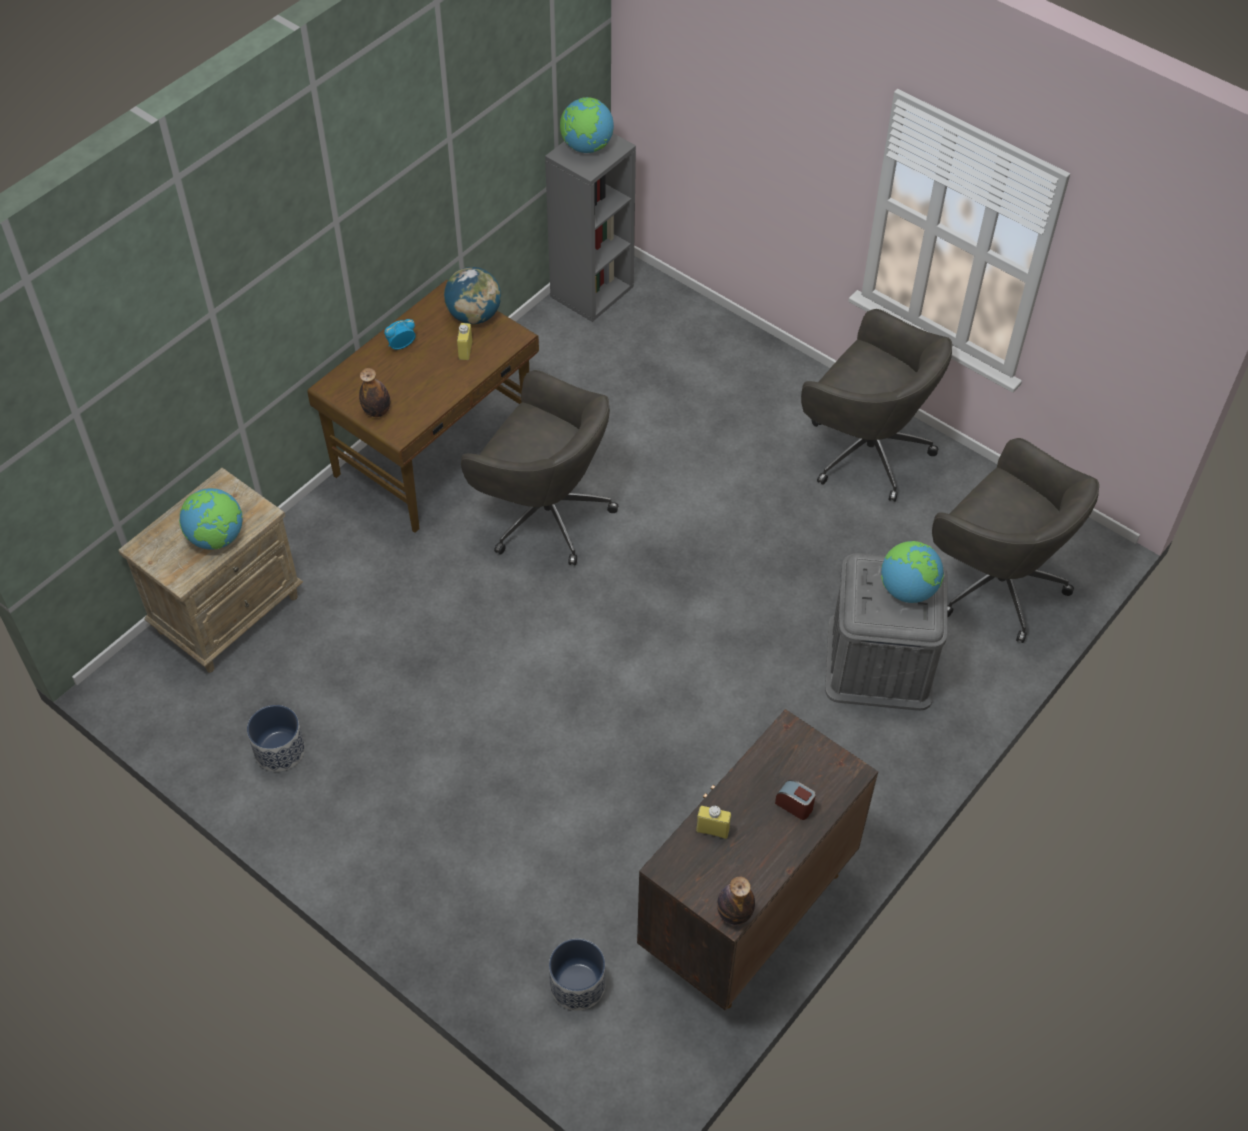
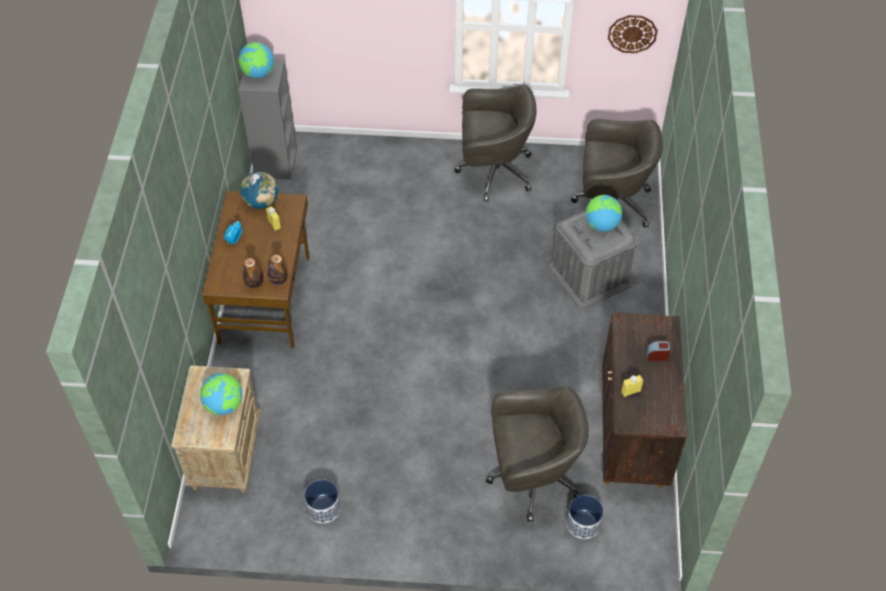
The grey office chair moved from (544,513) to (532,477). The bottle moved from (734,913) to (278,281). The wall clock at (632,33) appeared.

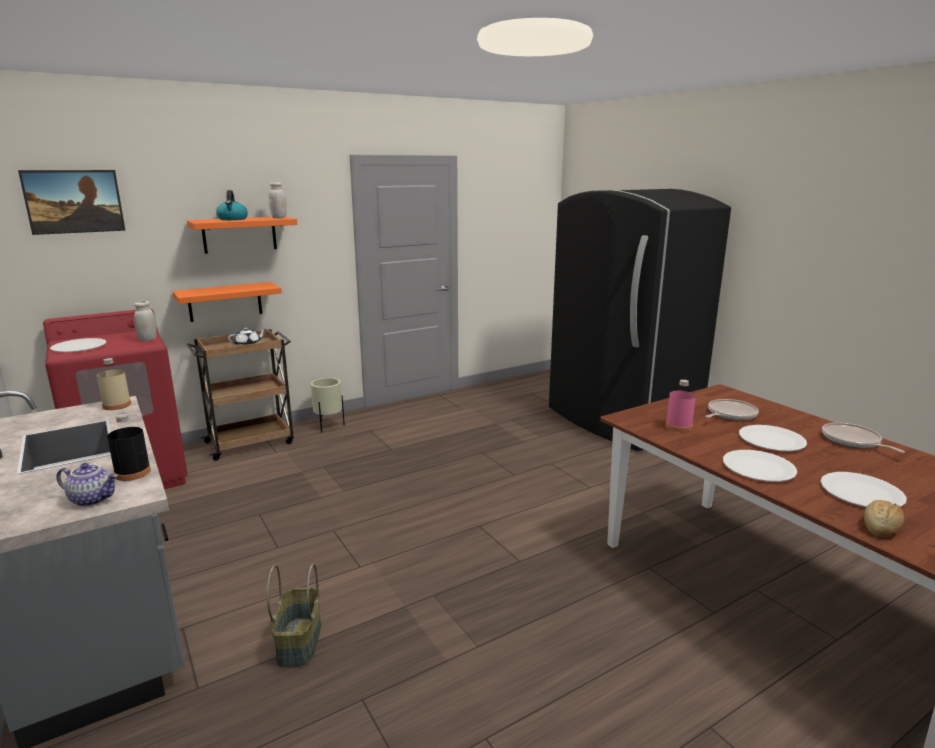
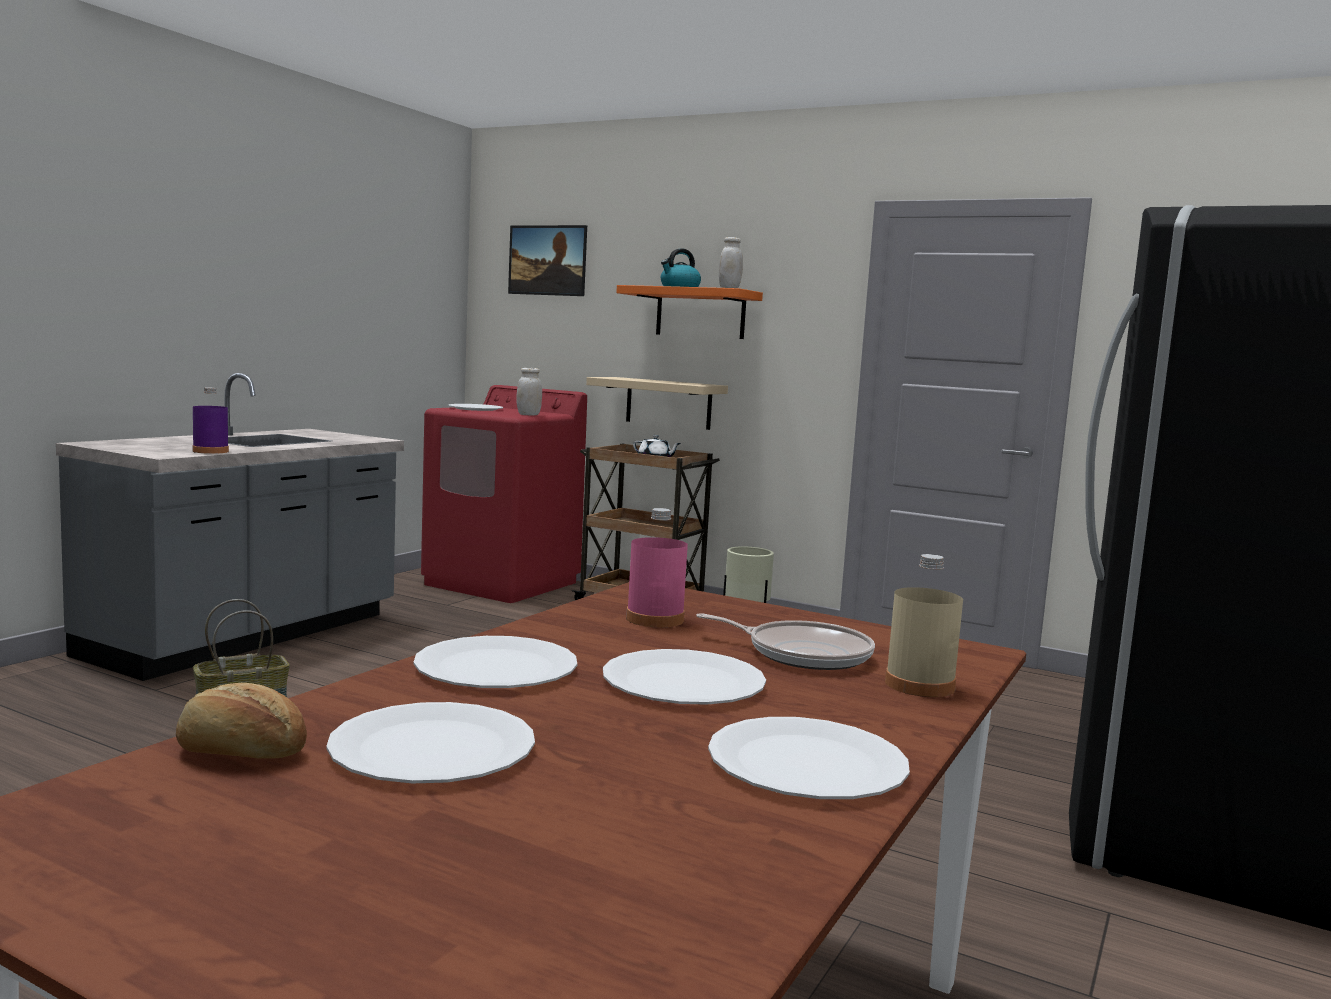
The teapot at (93,499) disappeared. The beige bottle moved from (117,405) to (919,685). The black bottle at (132,473) became the purple bottle at (210,451). The orange shelf at (225,302) became the beige shelf at (668,403). The frying pan at (853,441) was replaced by the white plate at (806,763).

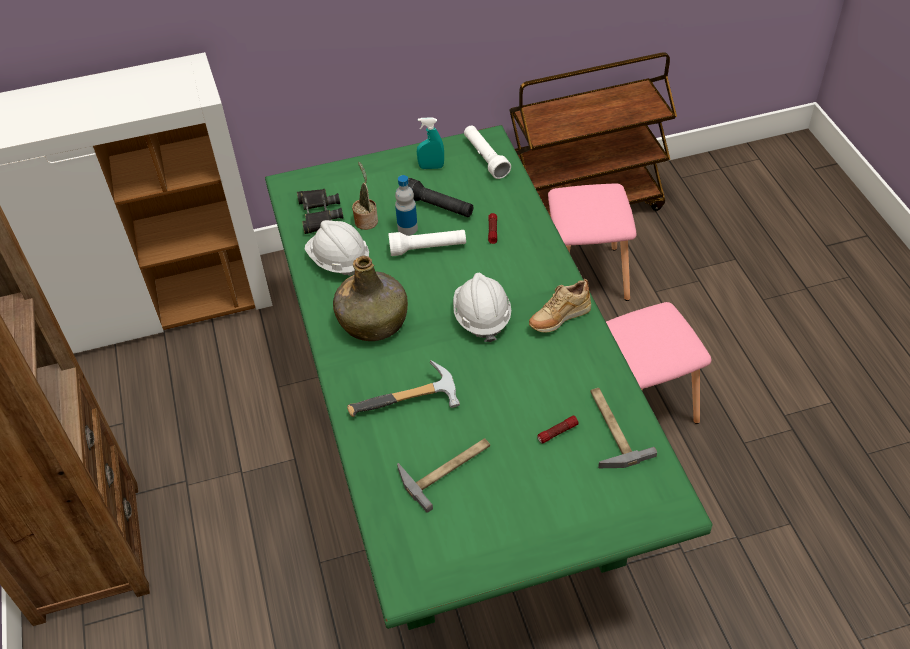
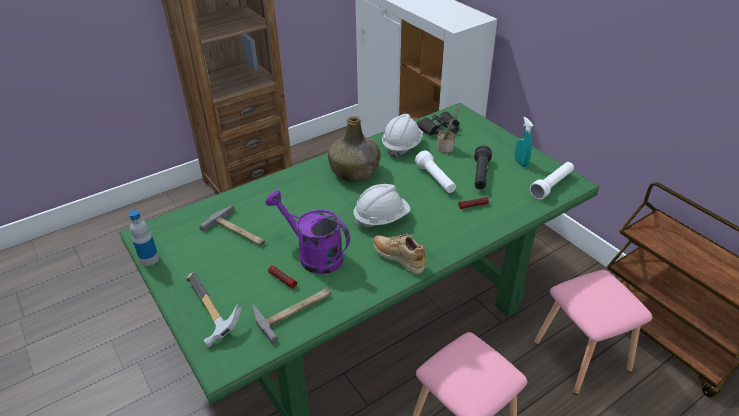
The hammer moved from (408,405) to (207,313). The bottle moved from (407,228) to (149,259). The purple watering can at (313,255) appeared.

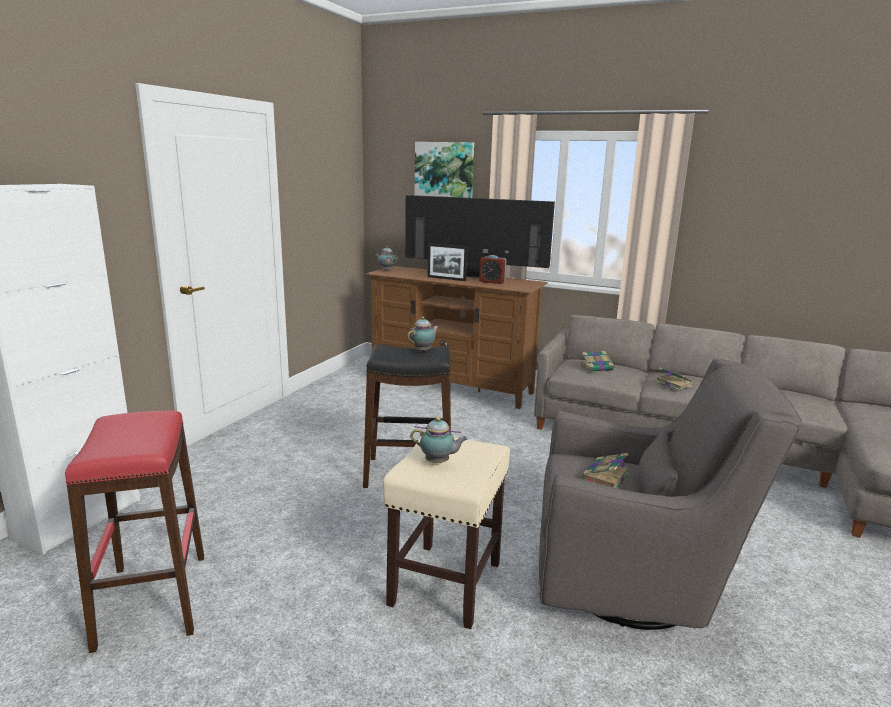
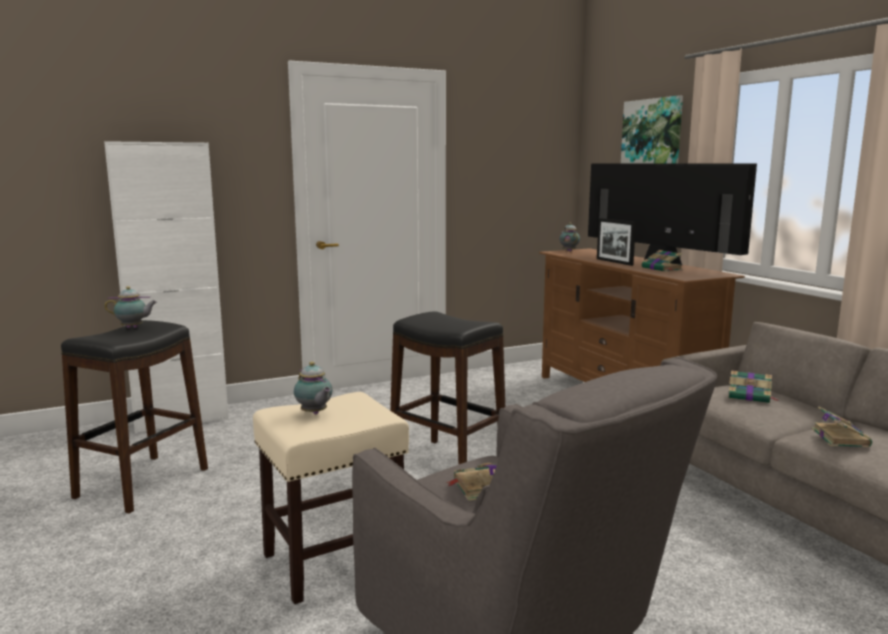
The red stool at (152,599) became the black stool at (143,482). The teapot moved from (423,351) to (133,328). The alarm clock at (492,282) was replaced by the book at (662,269).

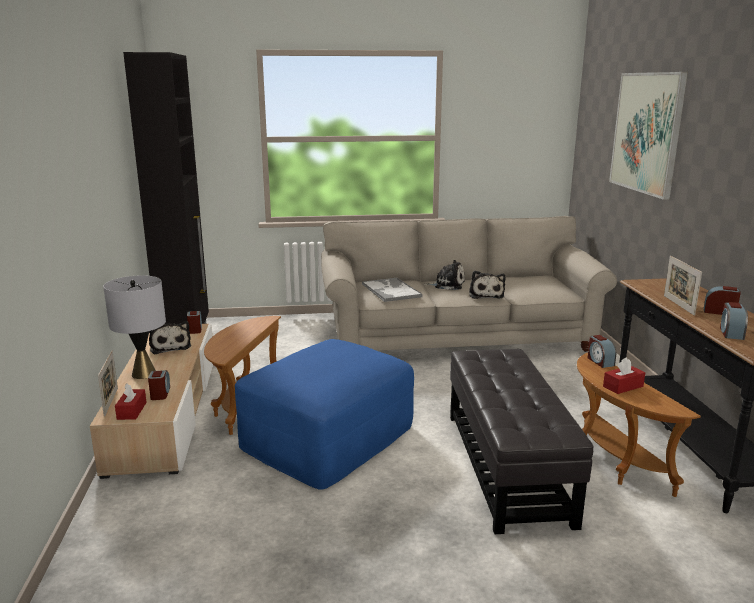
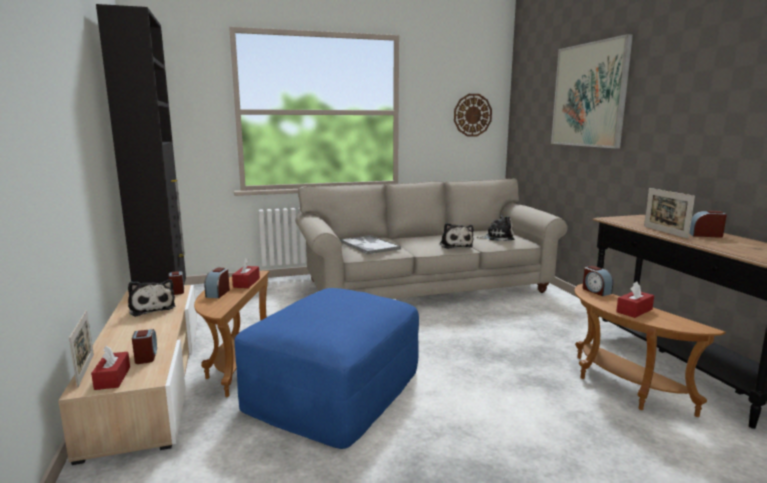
The grey table lamp at (144,374) disappeared. The plush toy moved from (447,285) to (497,237). The black ottoman at (505,466) disappeared. The alarm clock moved from (731,333) to (218,293). The red tissue box at (246,283) appeared. The wall clock at (472,115) appeared.

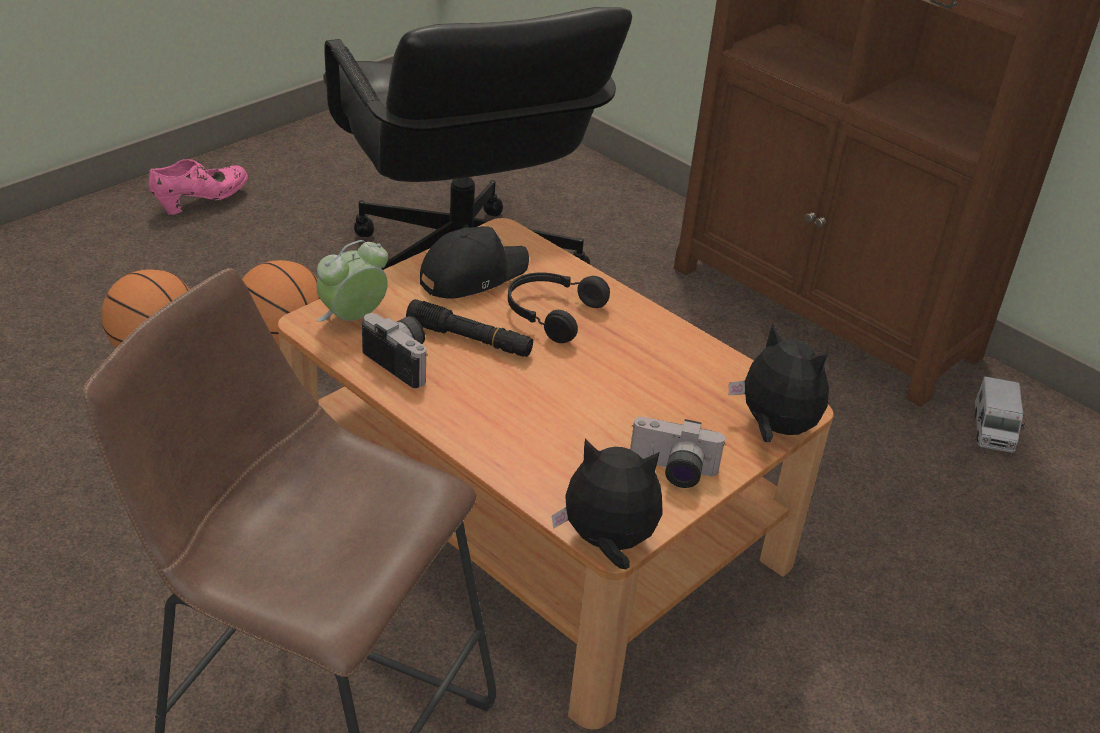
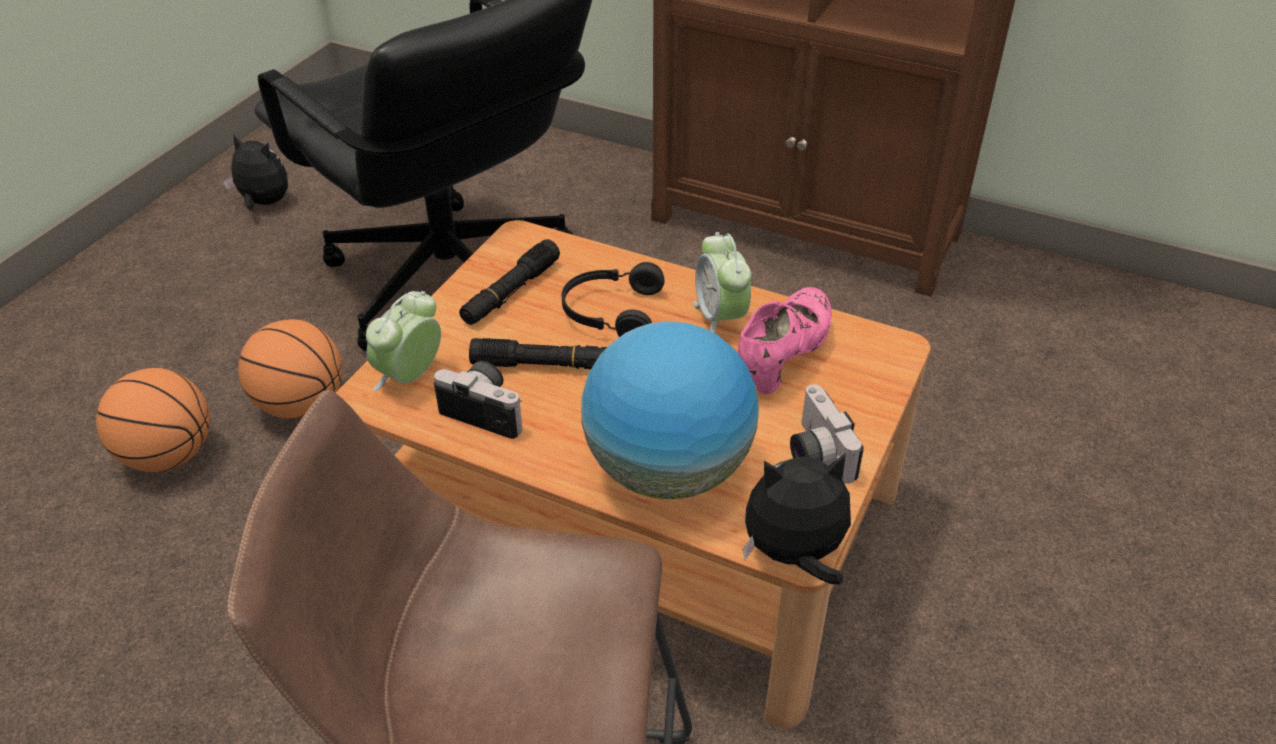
The pink shoe moved from (202,201) to (783,357). The black cap at (472,275) was replaced by the black flashlight at (511,292). The photo camera at (671,472) turned 75 degrees clockwise. The plush toy moved from (774,428) to (264,203). The toy truck at (992,430) disappeared. The globe at (667,470) appeared. The alarm clock at (720,318) appeared.

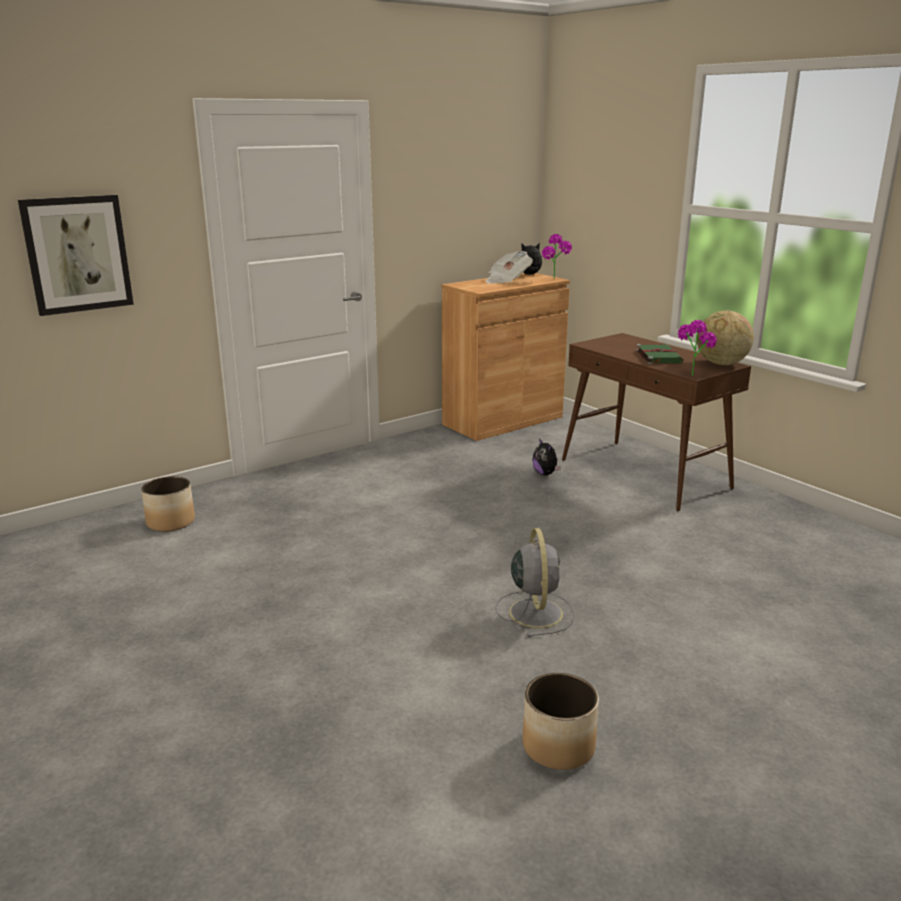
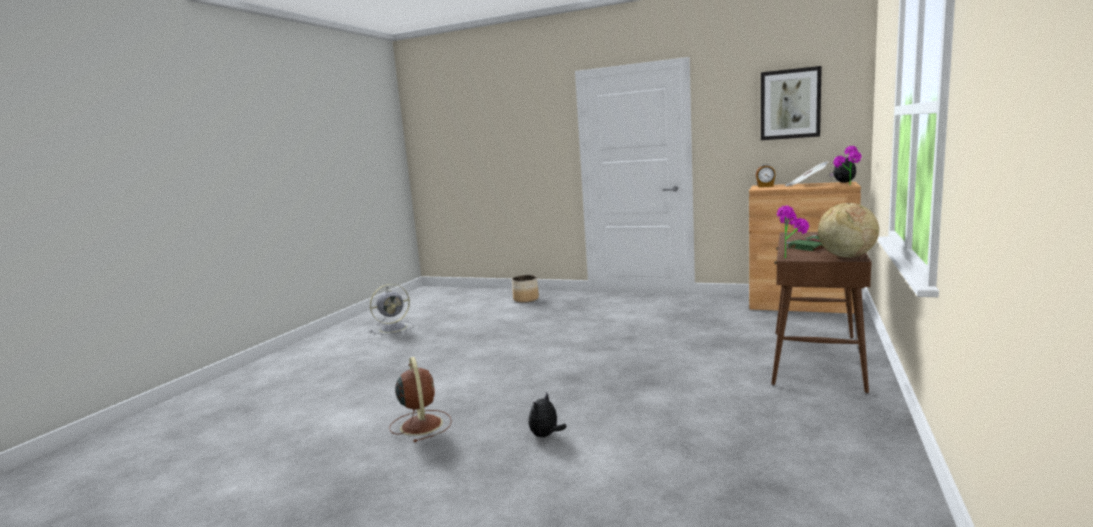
The picture moved from (77,254) to (790,104). The grey fan moved from (535,611) to (394,328). The planter at (557,747) was replaced by the brown fan at (421,424). The plush toy moved from (545,474) to (546,435). The alarm clock at (765,186) appeared.

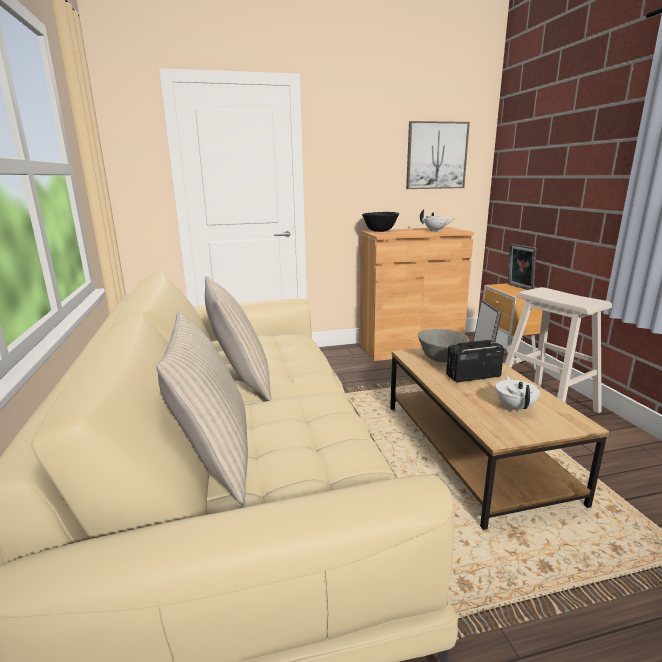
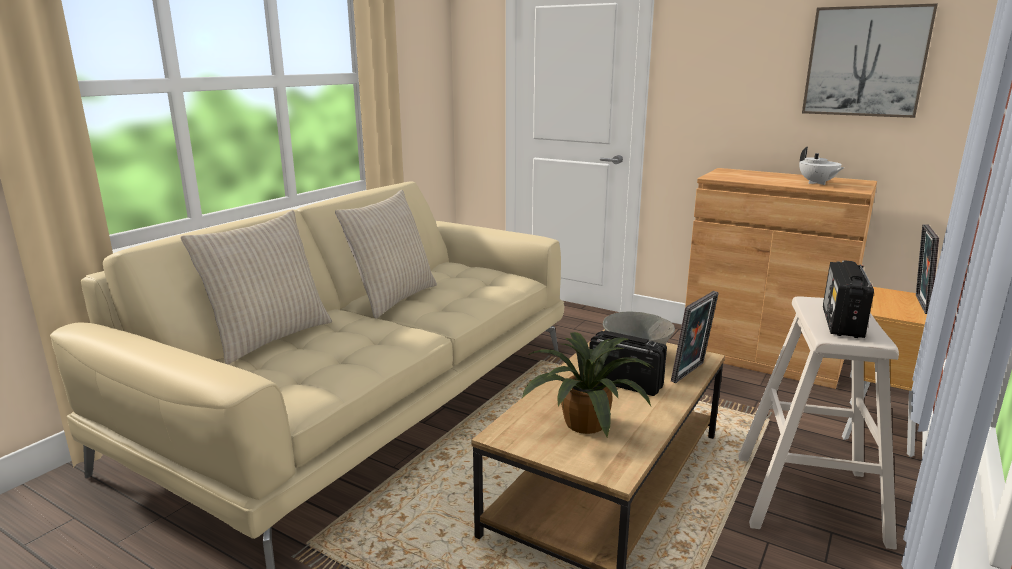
The black bowl at (380,231) disappeared. The white teapot at (515,407) was replaced by the potted plant at (588,425). The radio at (842,323) appeared.

